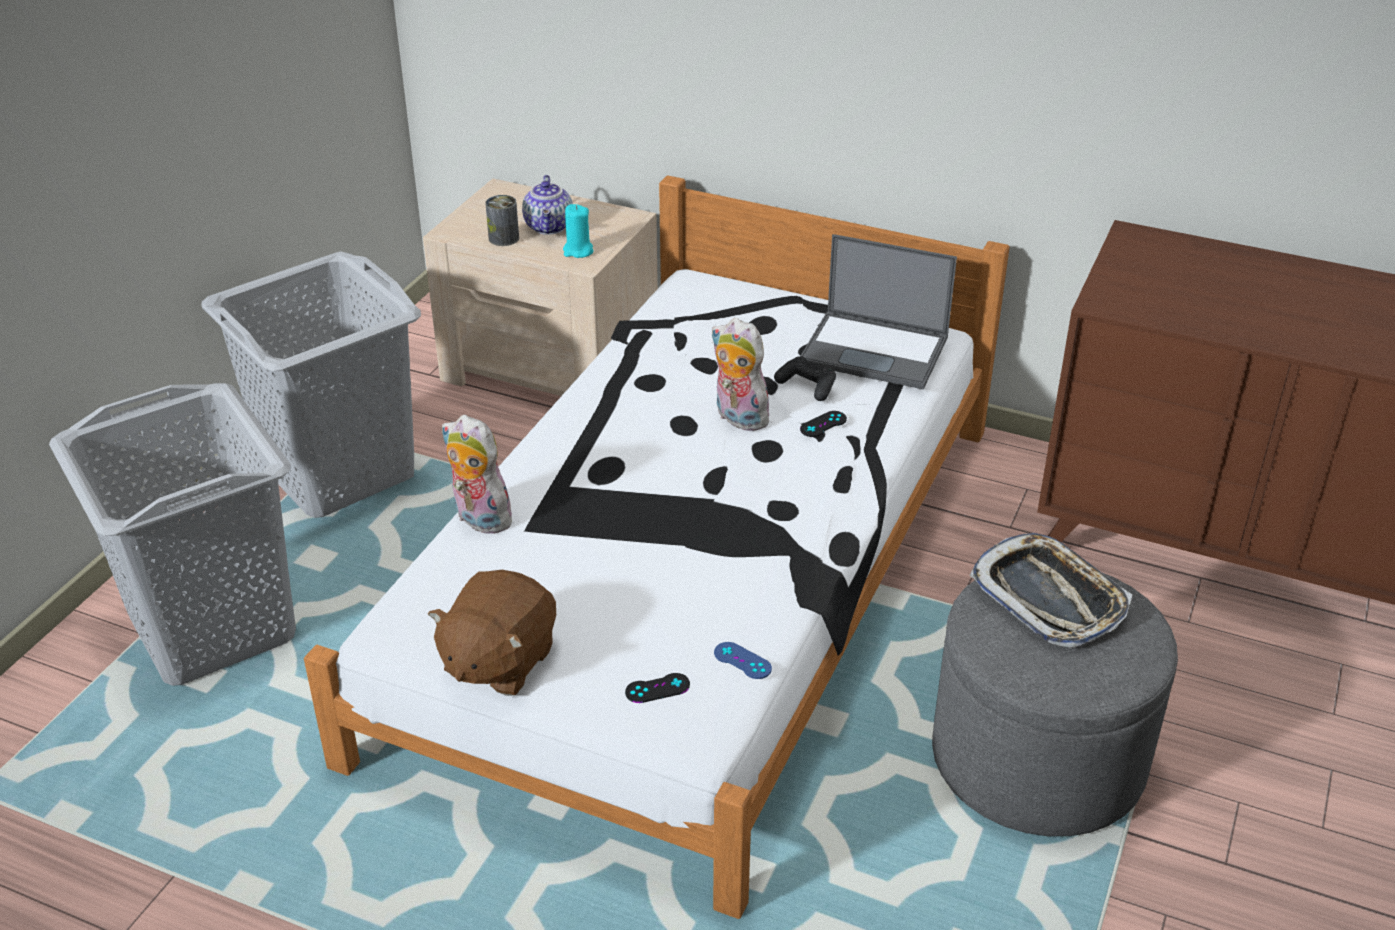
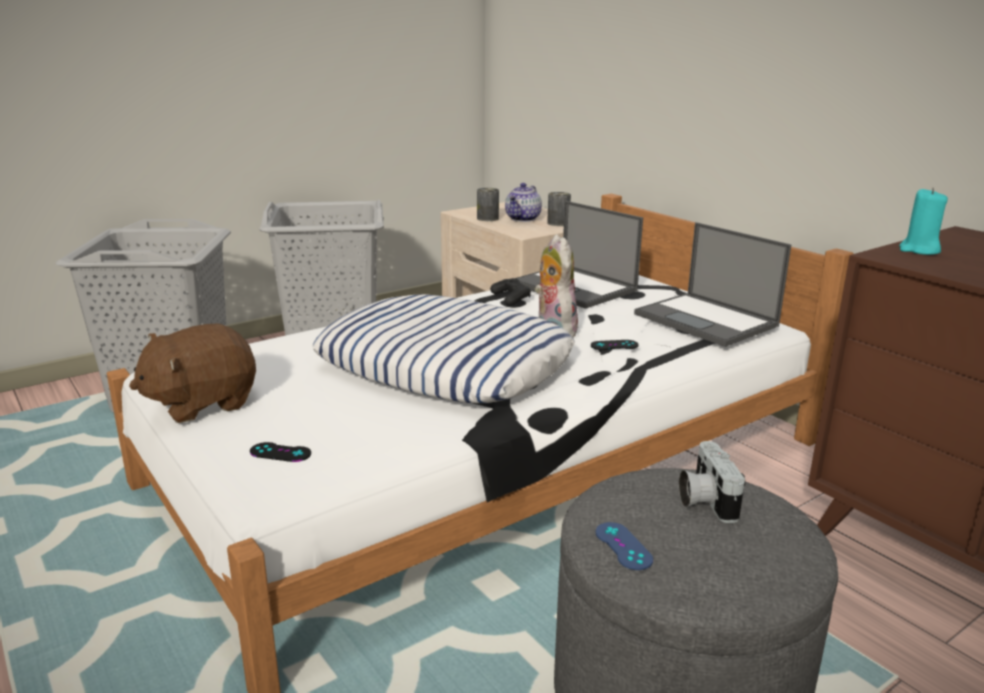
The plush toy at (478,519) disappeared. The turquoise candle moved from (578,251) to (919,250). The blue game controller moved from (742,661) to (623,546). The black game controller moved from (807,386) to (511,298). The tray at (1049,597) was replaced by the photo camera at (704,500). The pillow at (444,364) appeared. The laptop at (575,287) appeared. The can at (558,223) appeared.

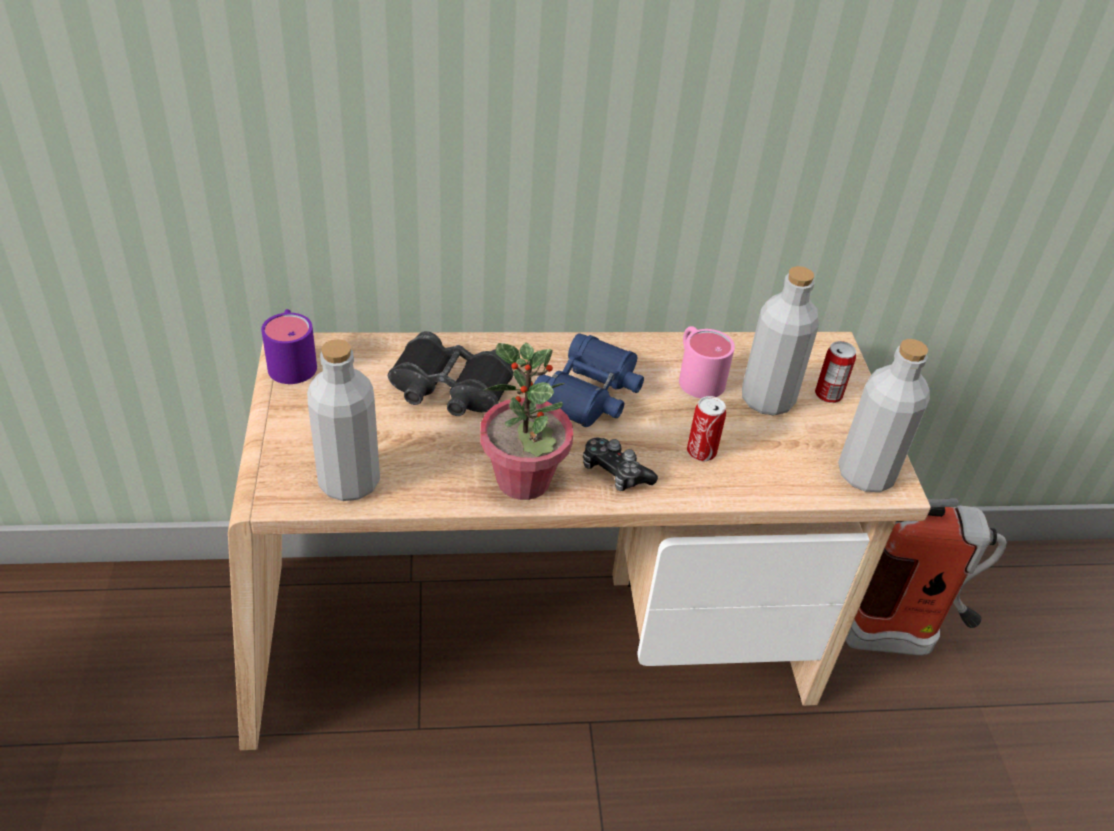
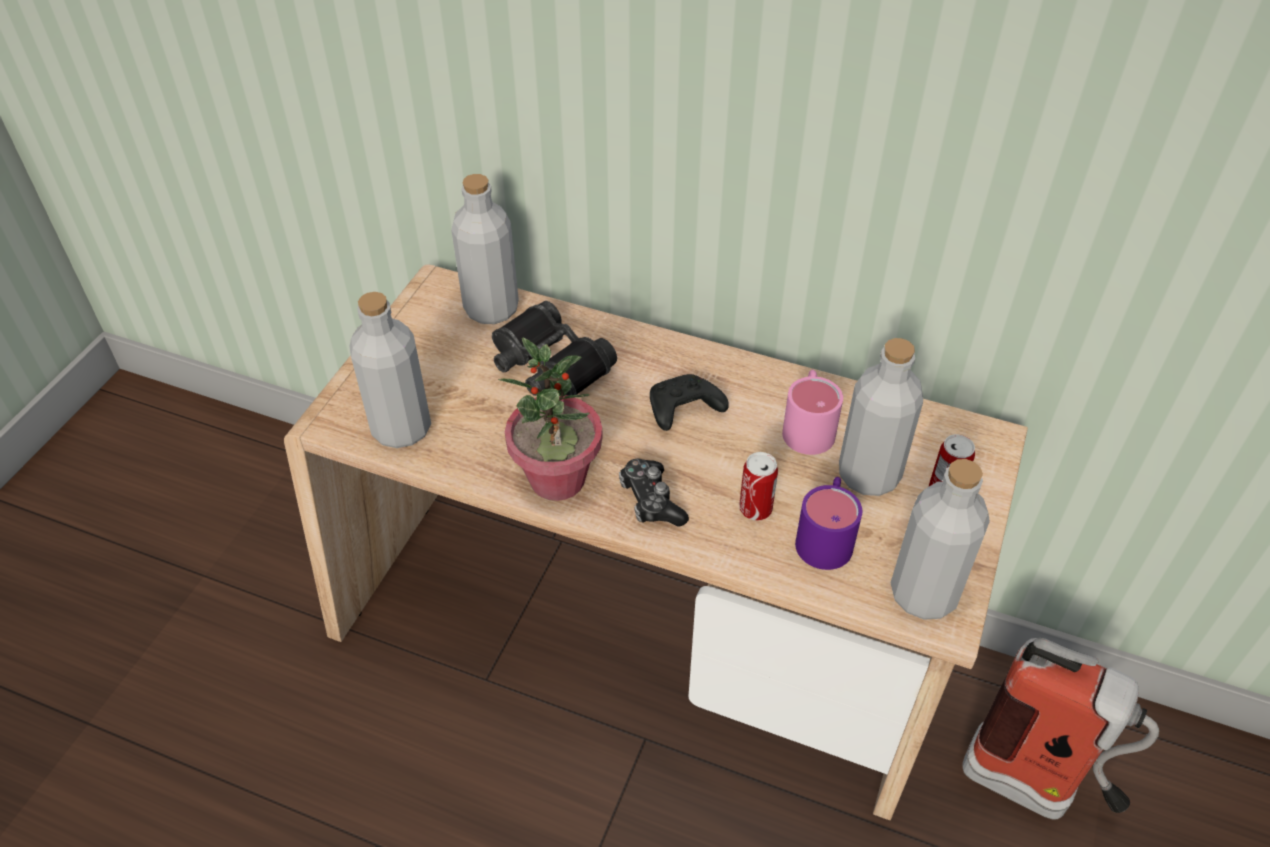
The purple mug moved from (292,360) to (826,535). The blue binoculars at (590,393) was replaced by the black game controller at (682,411). The grey bottle at (491,308) appeared.

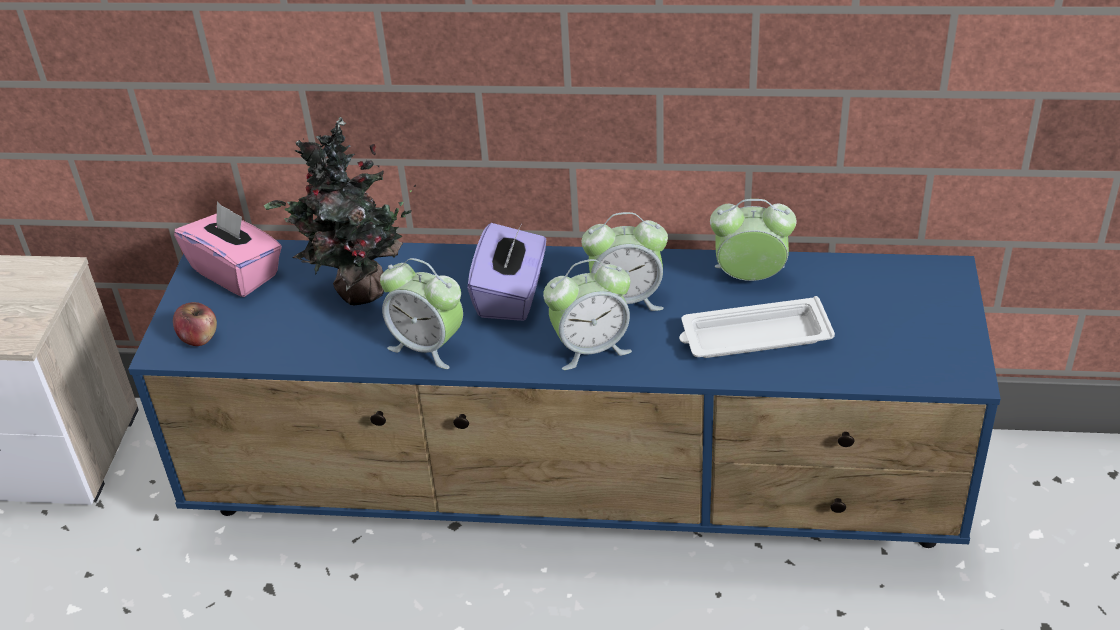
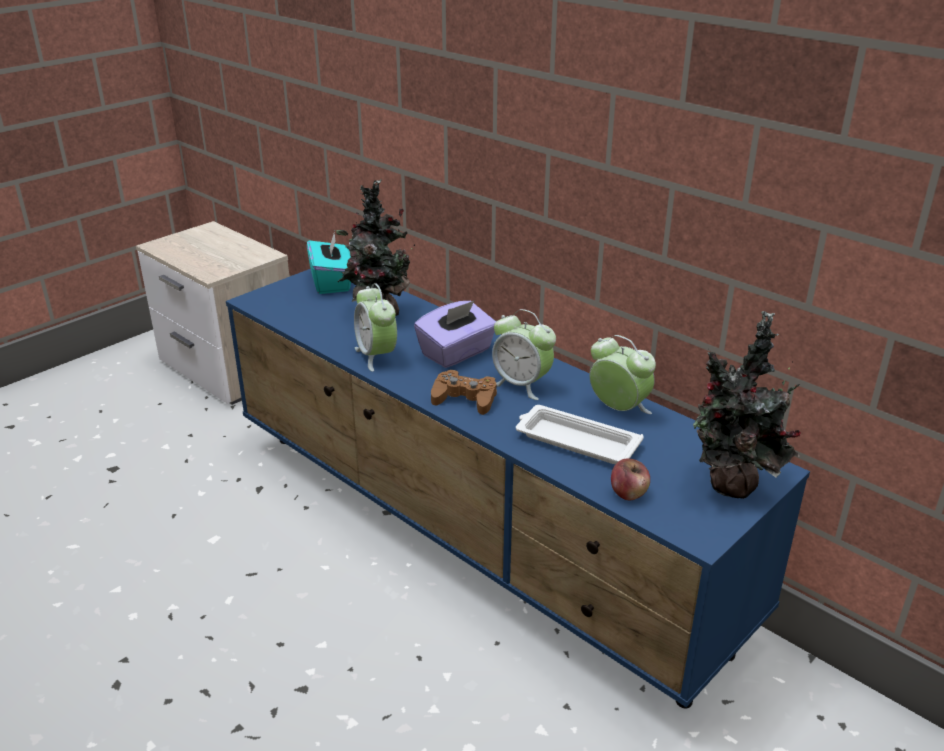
The apple moved from (199,338) to (628,493). The pink tissue box at (237,272) became the turquoise tissue box at (332,282). The alarm clock at (590,348) was replaced by the brown game controller at (465,399). The potted plant at (730,488) appeared.

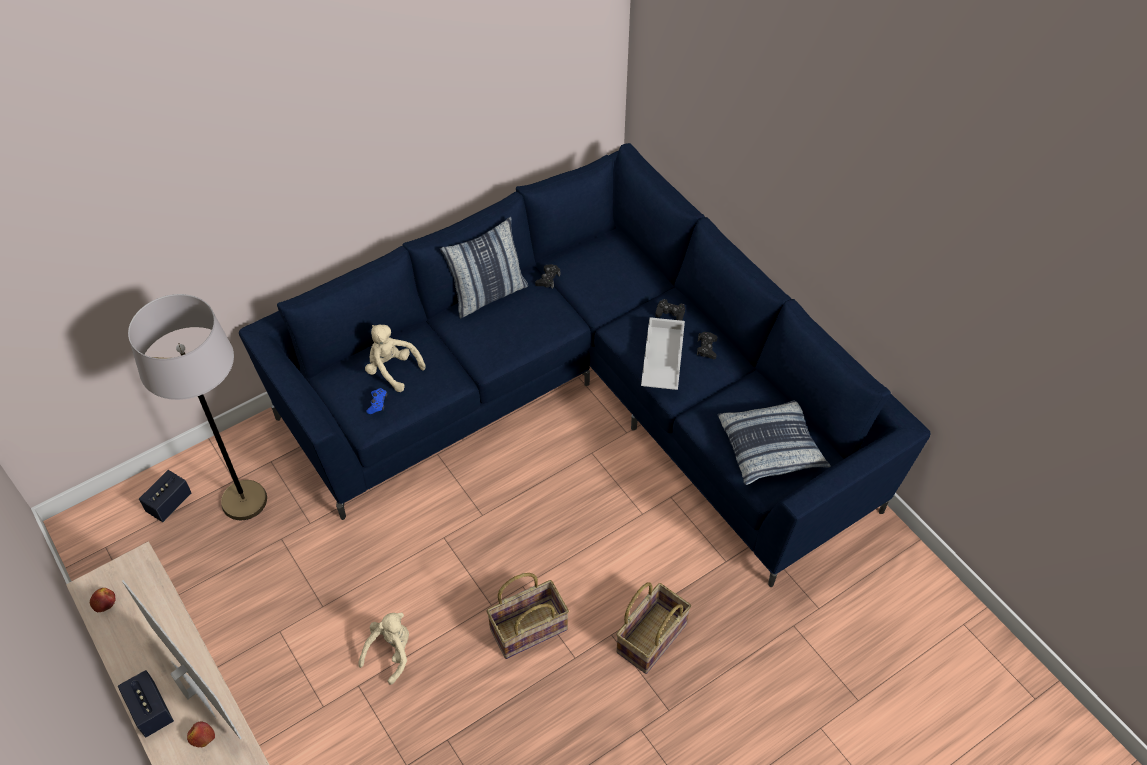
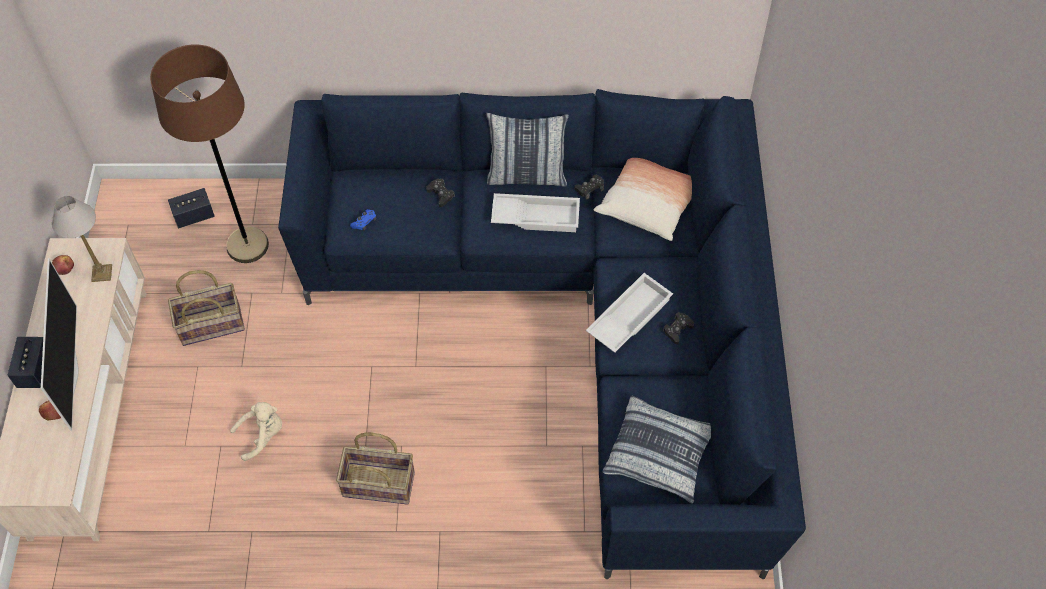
The grey floor lamp at (244,501) became the brown floor lamp at (247,246). The beige plush toy at (392,369) disappeared. The basket moved from (651,637) to (211,323). The black game controller moved from (670,313) to (440,194). The table lamp at (101,273) appeared. The white tray at (536,216) appeared. The pillow at (648,204) appeared.

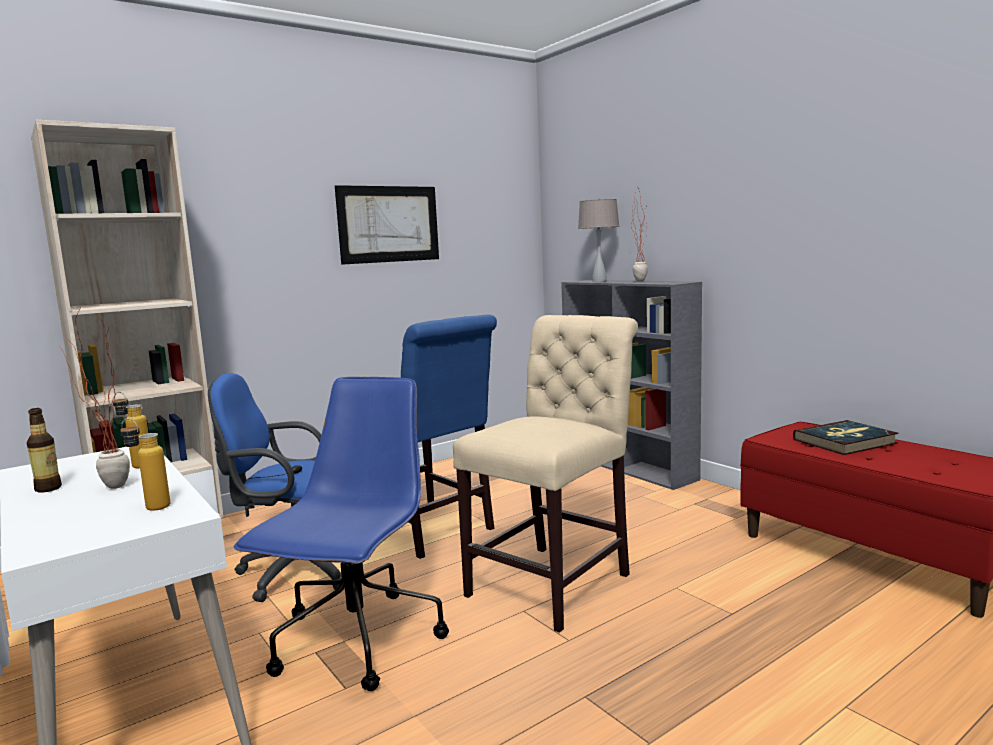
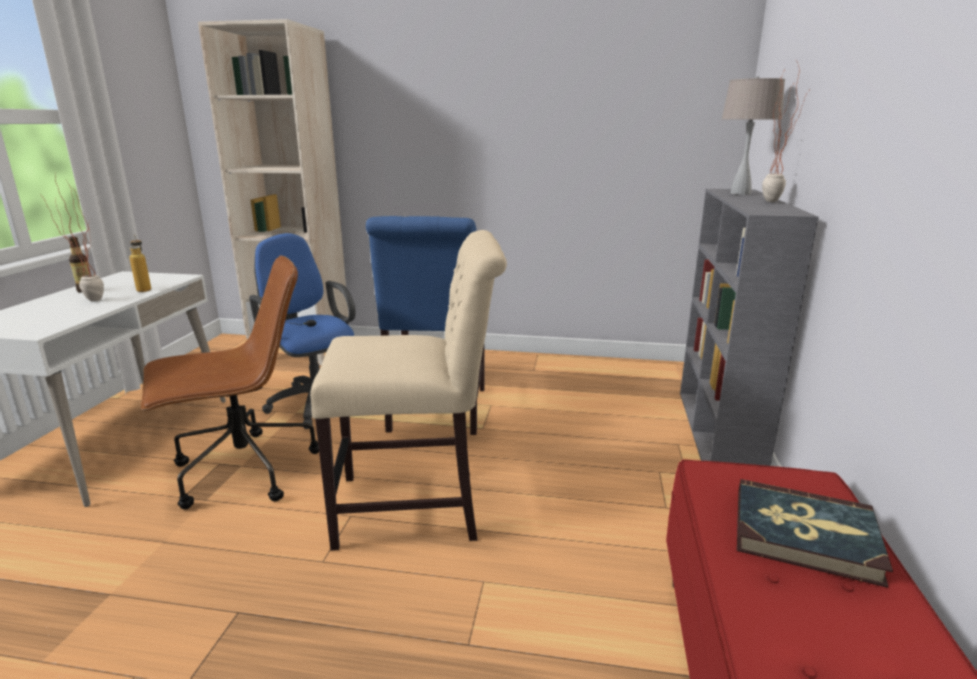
The bottle at (150,506) disappeared. The blue office chair at (357,642) became the brown office chair at (243,471). The picture at (389,224) disappeared.

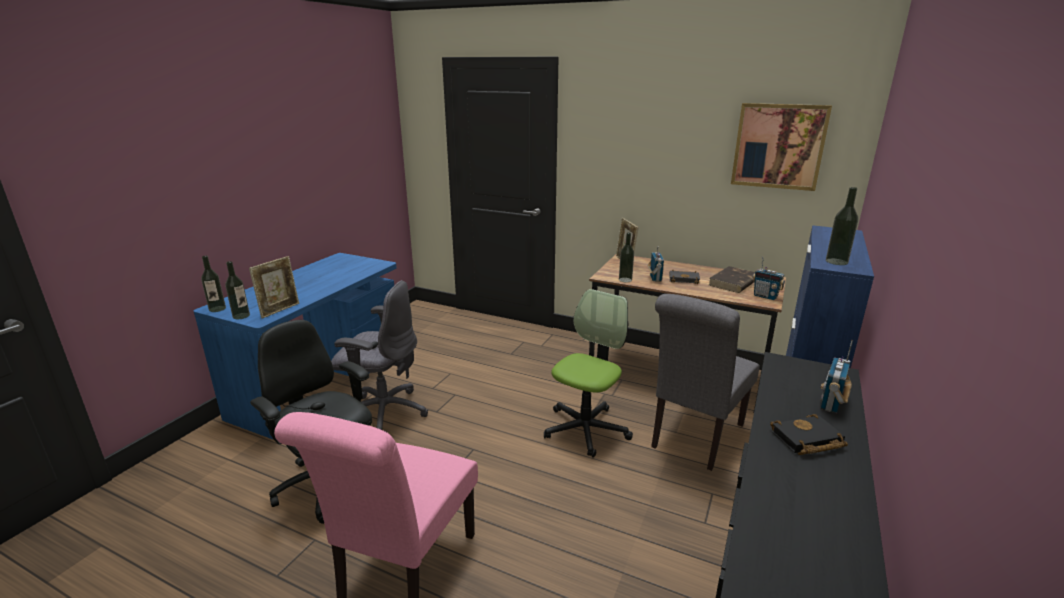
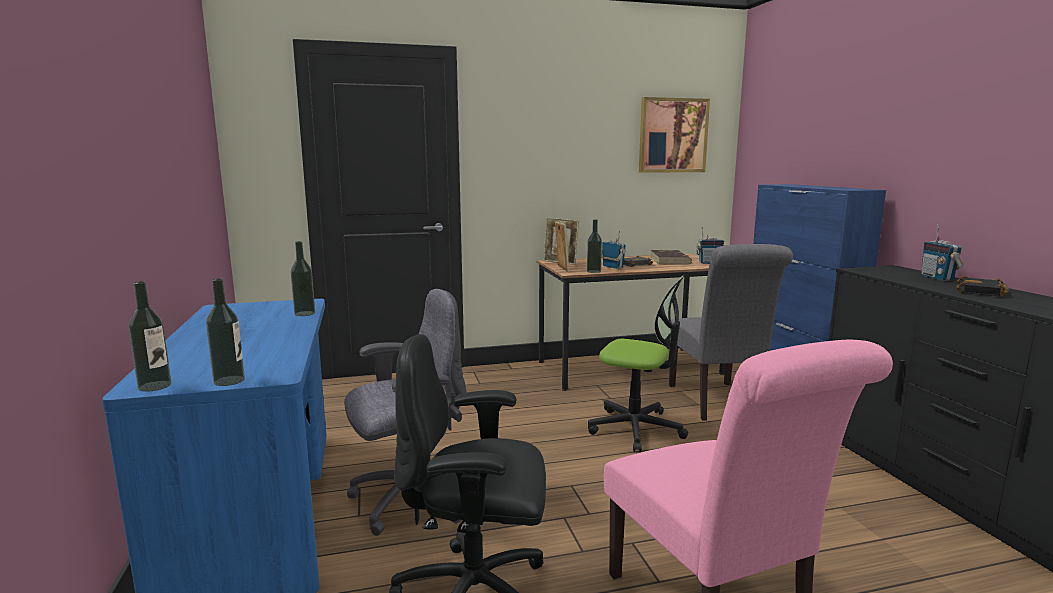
The picture frame moved from (280,310) to (561,269). The office chair at (586,429) turned 120 degrees clockwise. The bottle moved from (836,261) to (304,313).

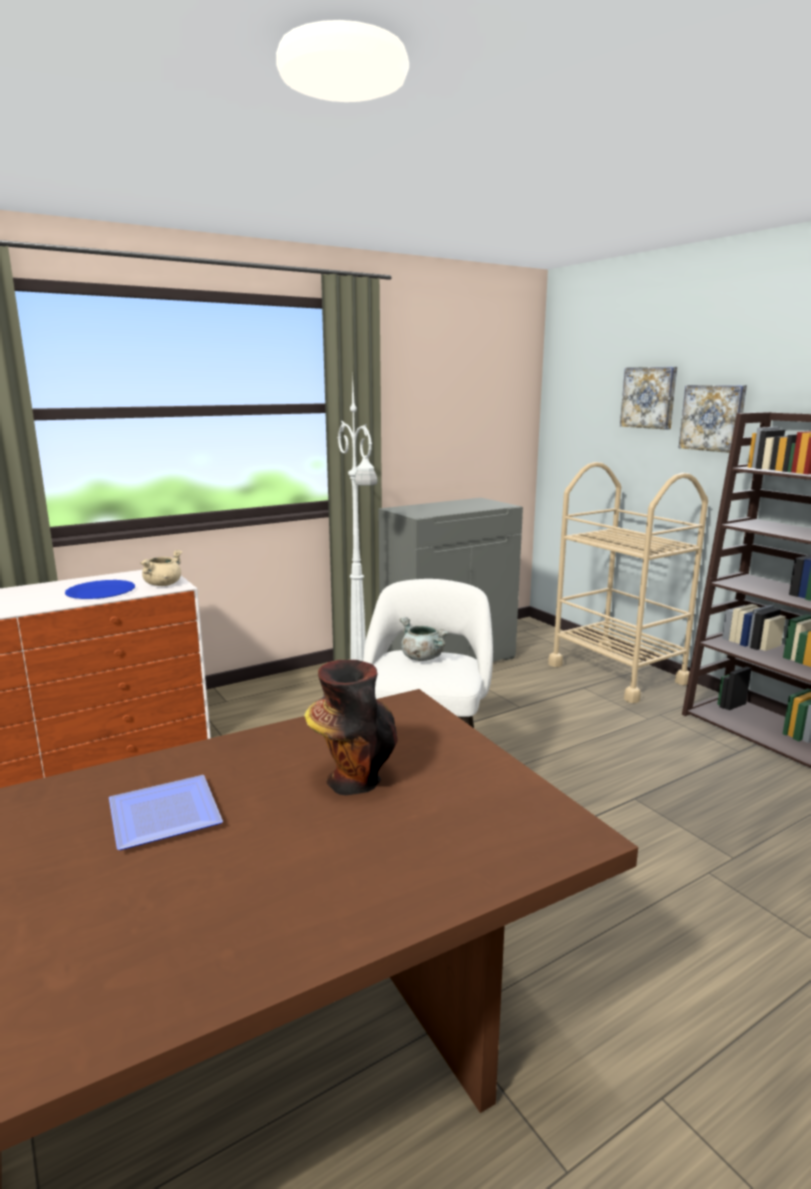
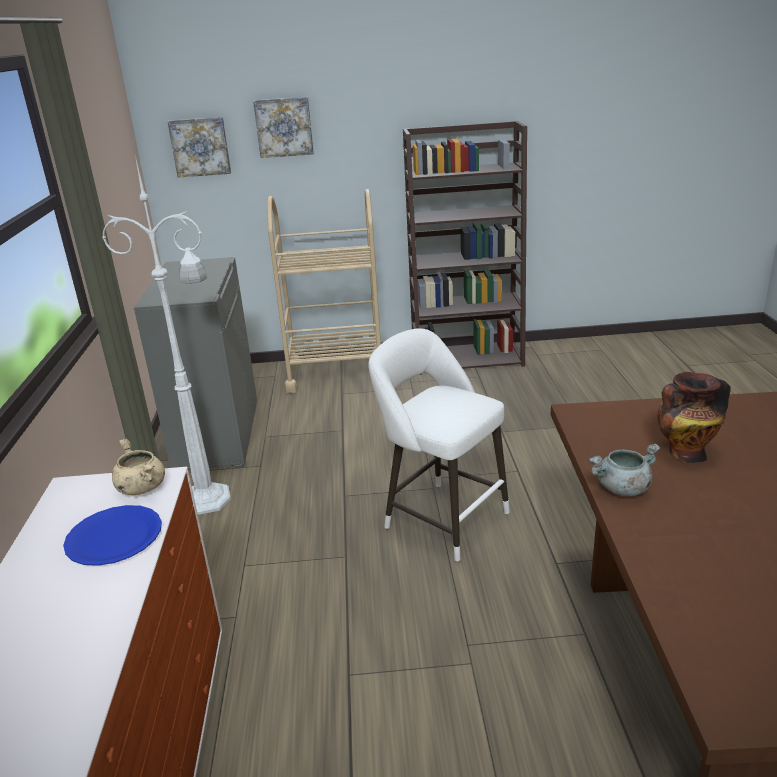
The plate at (169,816) disappeared. The grey cooking pot moved from (421,658) to (622,489). The picture moved from (713,418) to (200,147).

